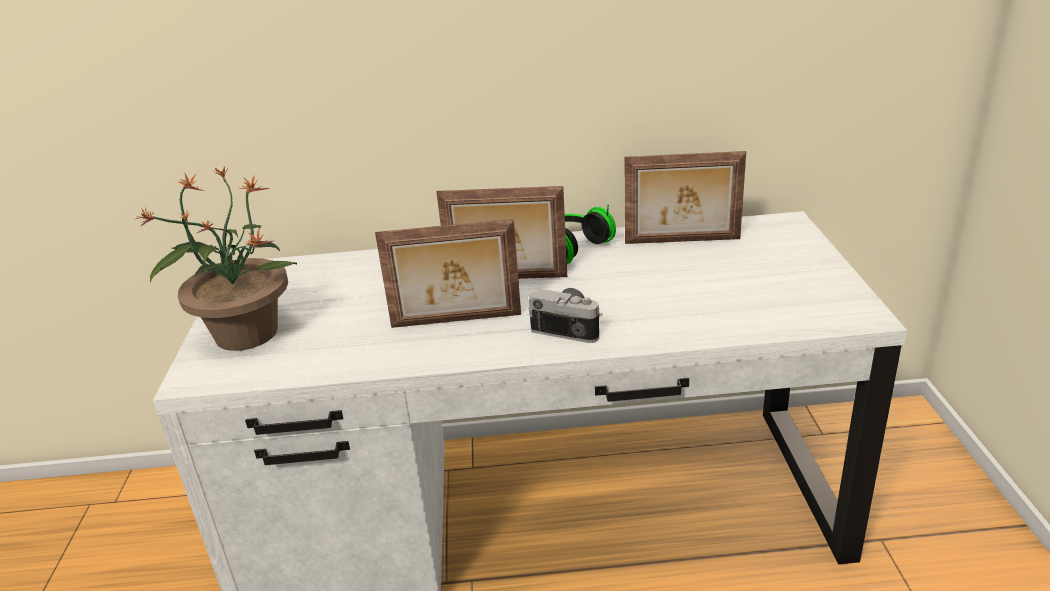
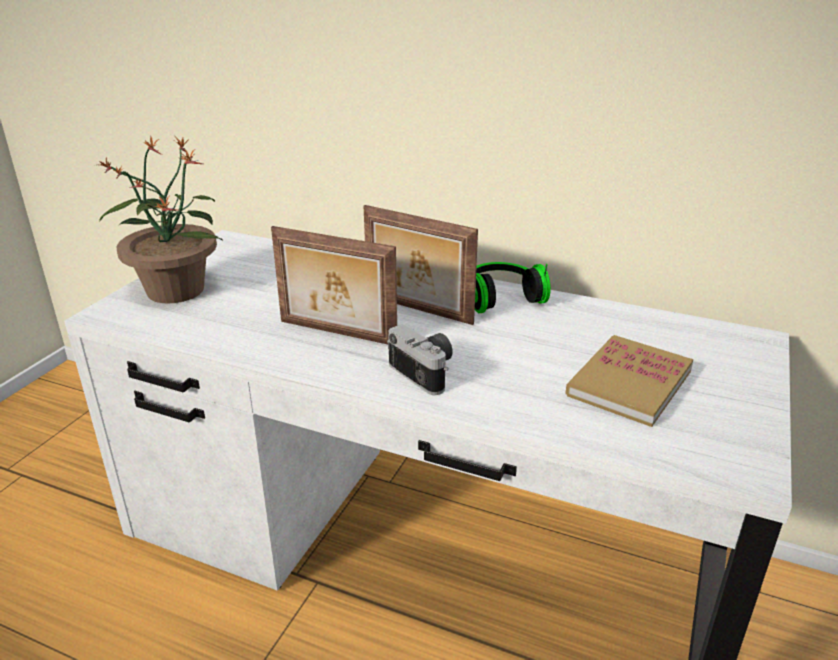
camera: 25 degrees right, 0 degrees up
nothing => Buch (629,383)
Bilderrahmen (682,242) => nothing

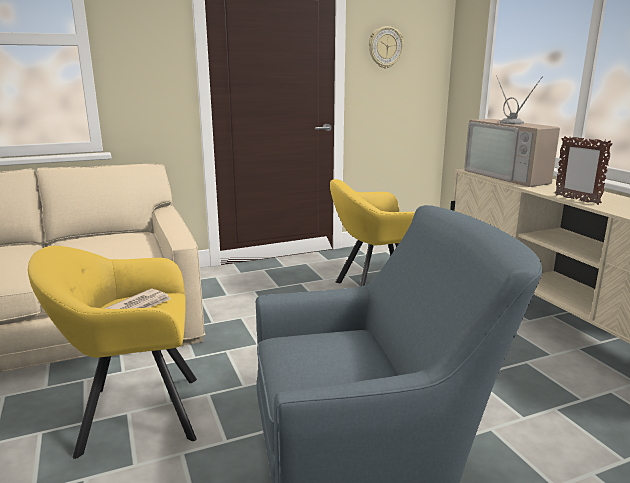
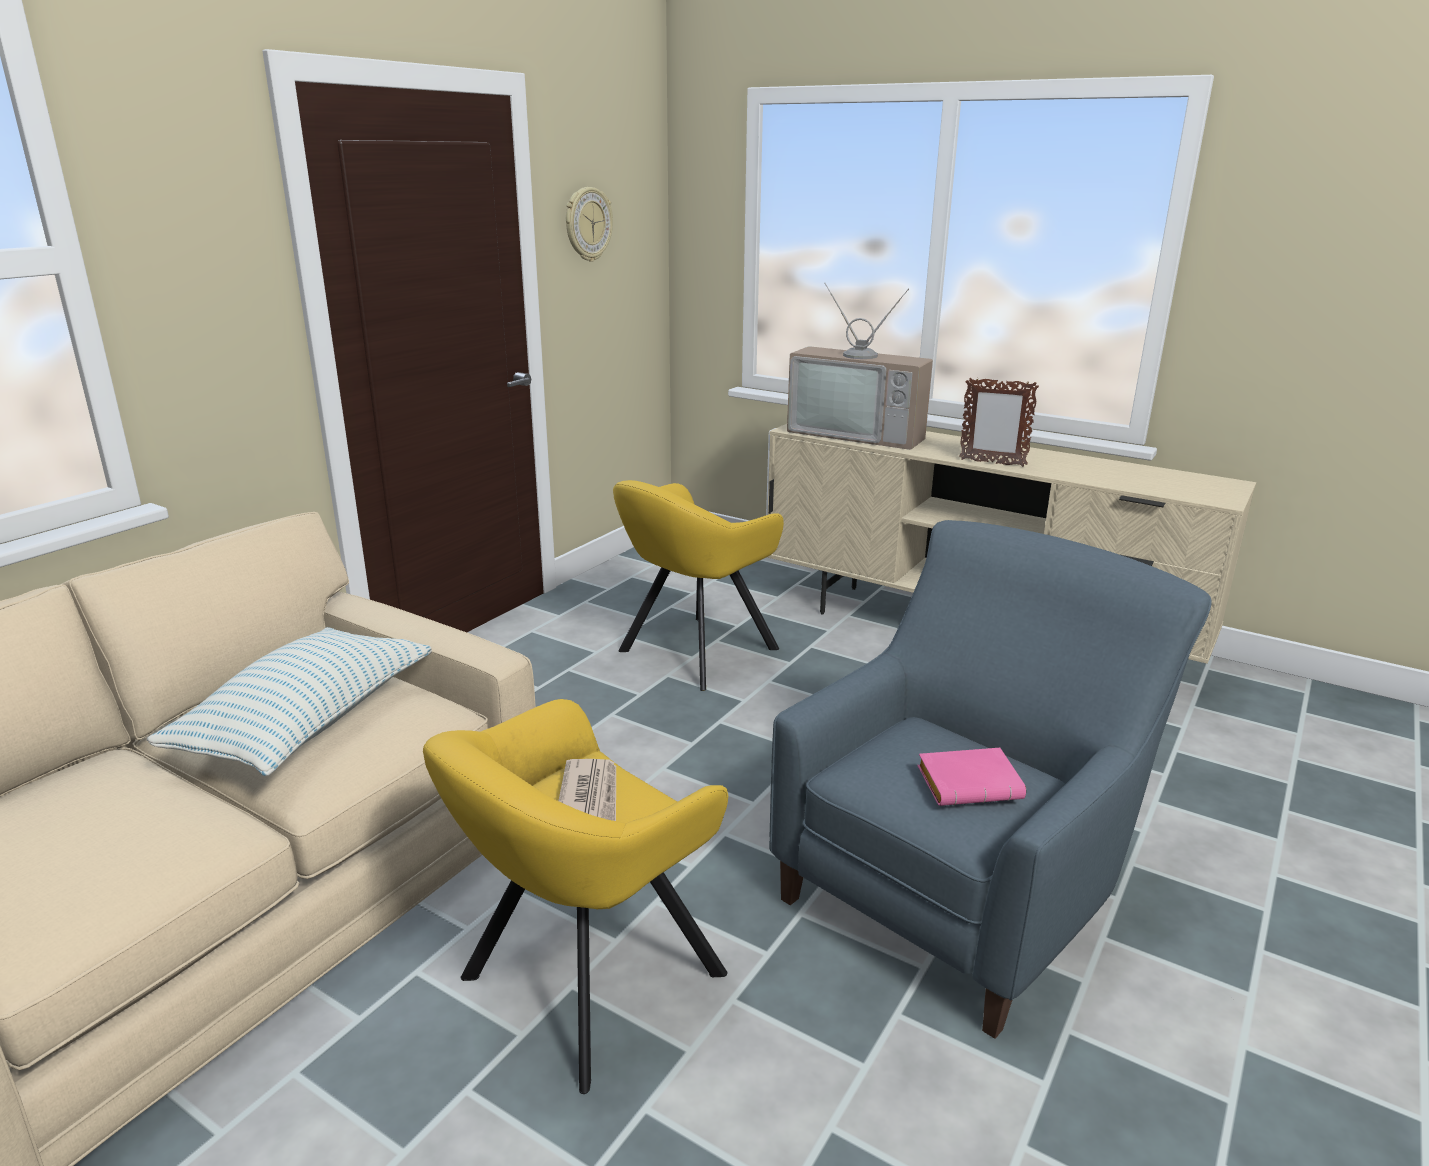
camera: 35 degrees left, 5 degrees up
nothing => Kissen (307,724)
nothing => Buch/rosa (970,783)

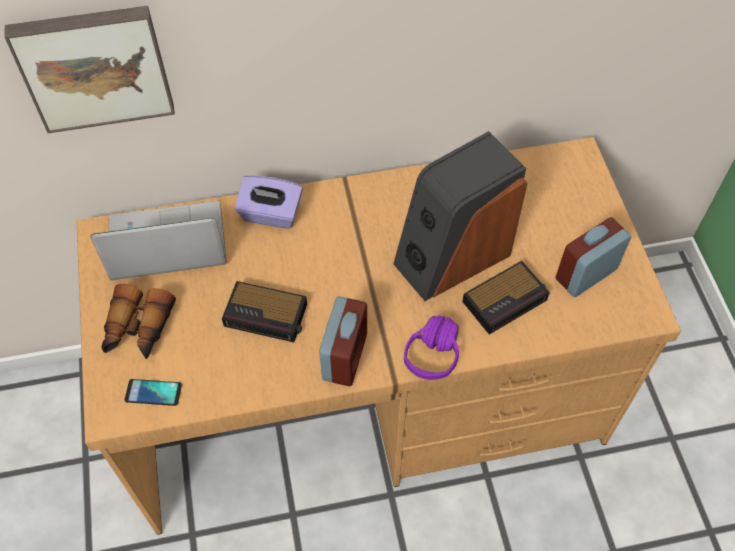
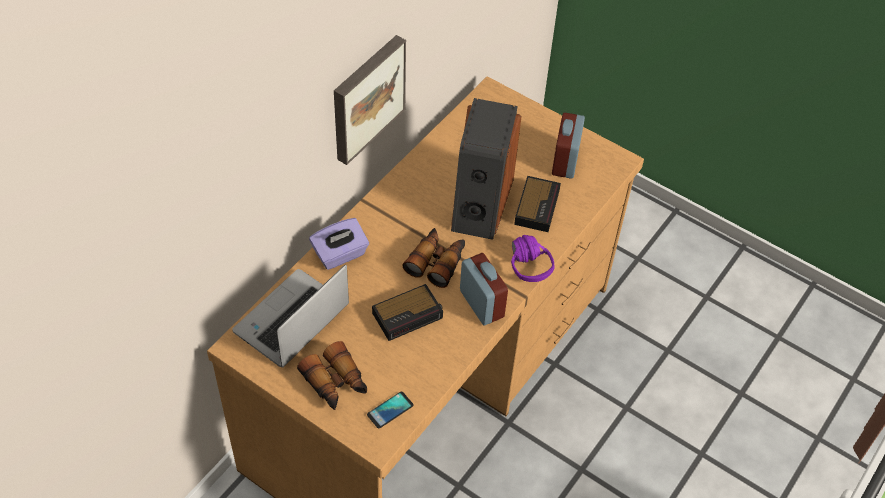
camera: 45 degrees left, 5 degrees down
Bild (95,66) => Bild (366,98), move
nothing => Fernglas (436,261)

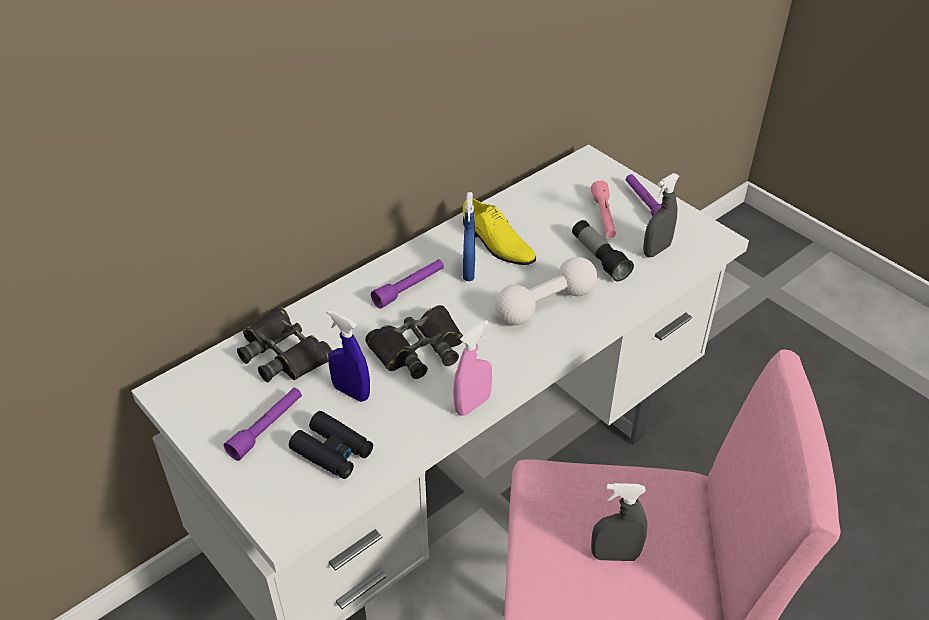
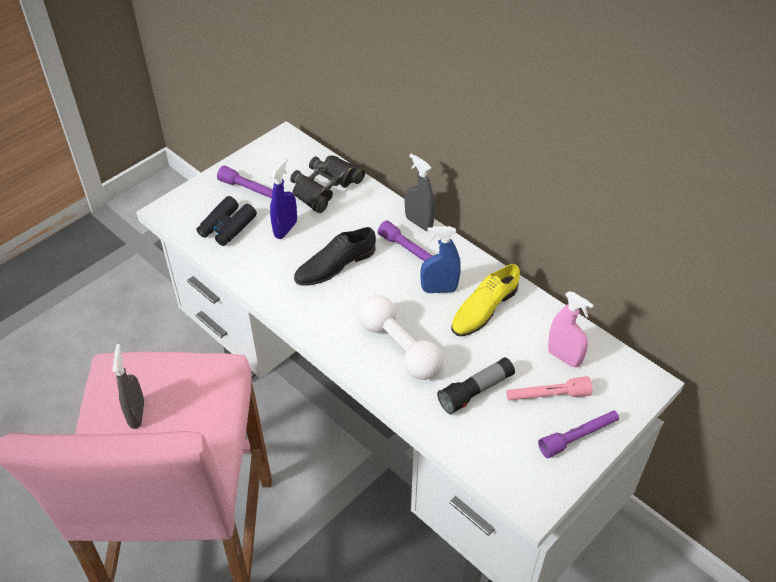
camera: 85 degrees right, 5 degrees up
Fernglas/schwarz (418,349) => Schuh/schwarz (334,264)
Sprühflasche/grau (656,250) => Sprühflasche/grau (419,223), move
Sprühflasche/rosa (472,404) => Sprühflasche/rosa (563,357), move

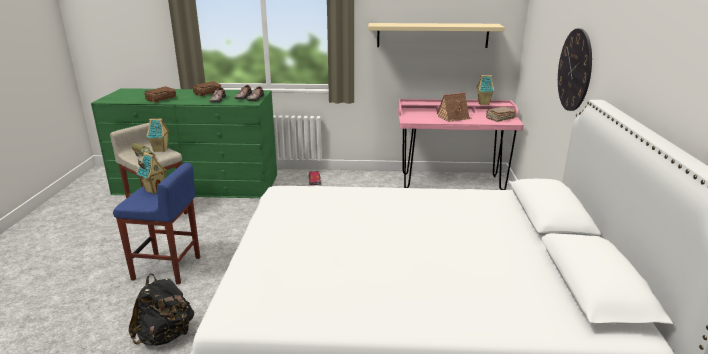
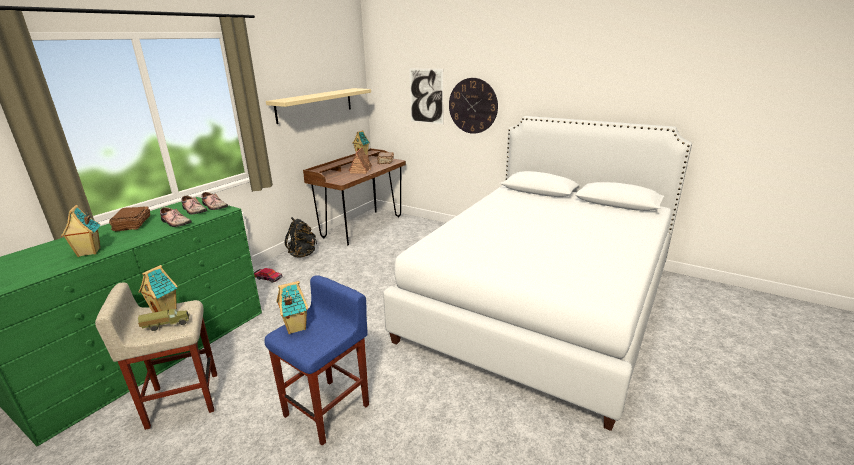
camera: 60 degrees left, 0 degrees up
Buch/braun (160,99) => Spielzeughaus (88,252)
Rucksack/schwarz (165,336) => Rucksack/schwarz (303,254), move
Schreibtisch/rosa (451,182) => Schreibtisch/braun (362,227)
nothing => Bild (426,96)

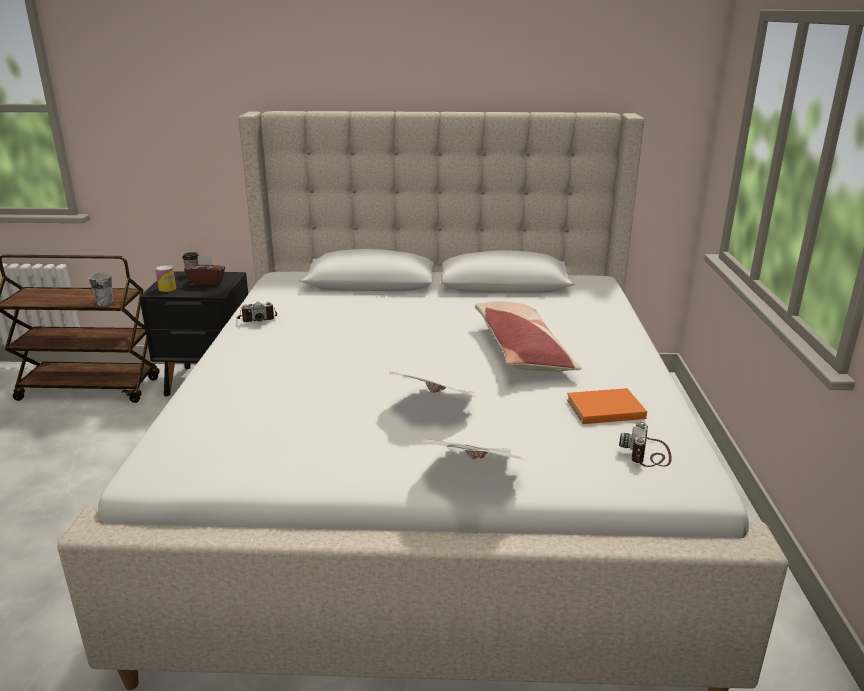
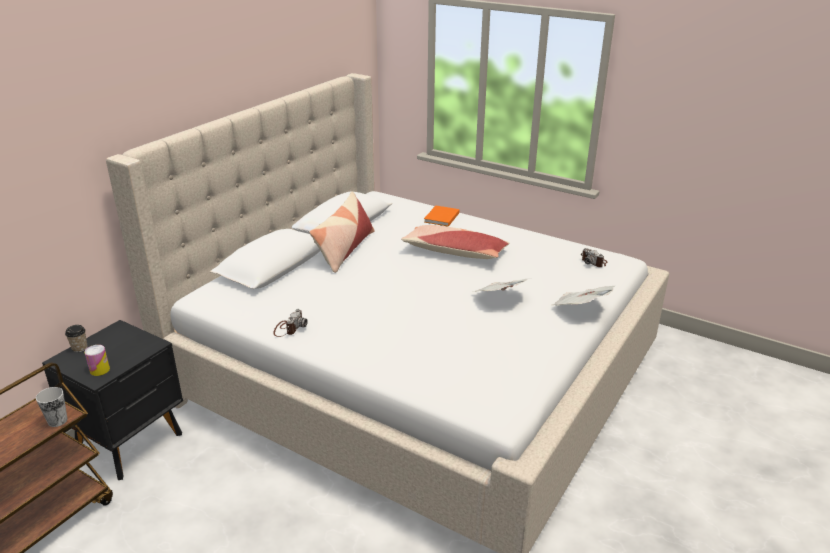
camera: 60 degrees left, 5 degrees up
nothing => Kissen (344,250)
Buch/orange (603,409) => Buch/orange (440,218), move
Taschentuchbox/braun (207,283) => nothing

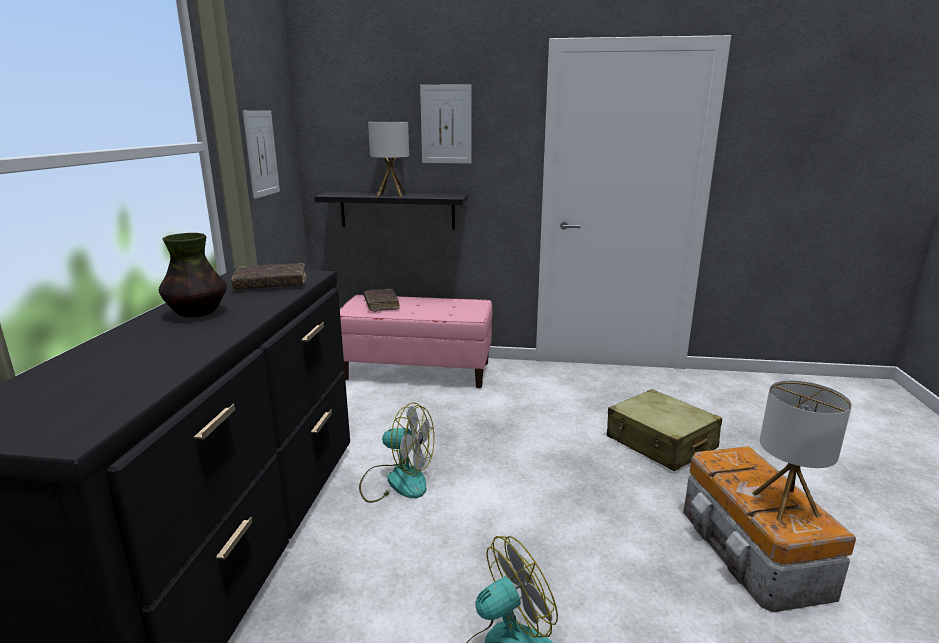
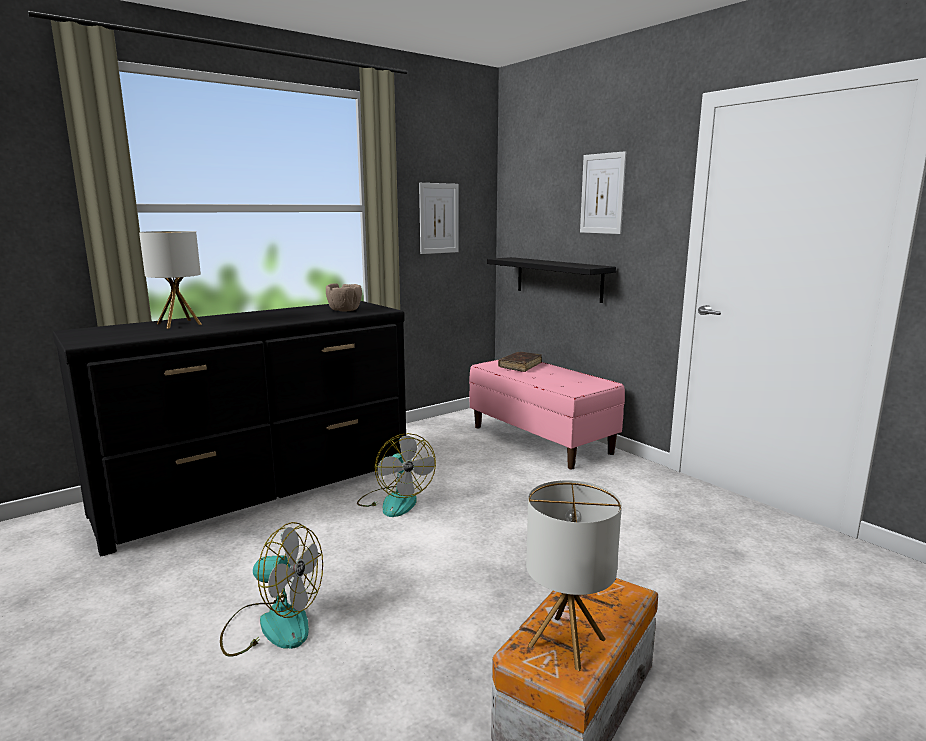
camera: 45 degrees right, 5 degrees down
Tischlampe (391,195) => Tischlampe (179,324), move
Buch/braun (271,284) => Schüssel/braun (344,310)
Vase (197,313) => nothing
Koffer/beige (660,443) => nothing

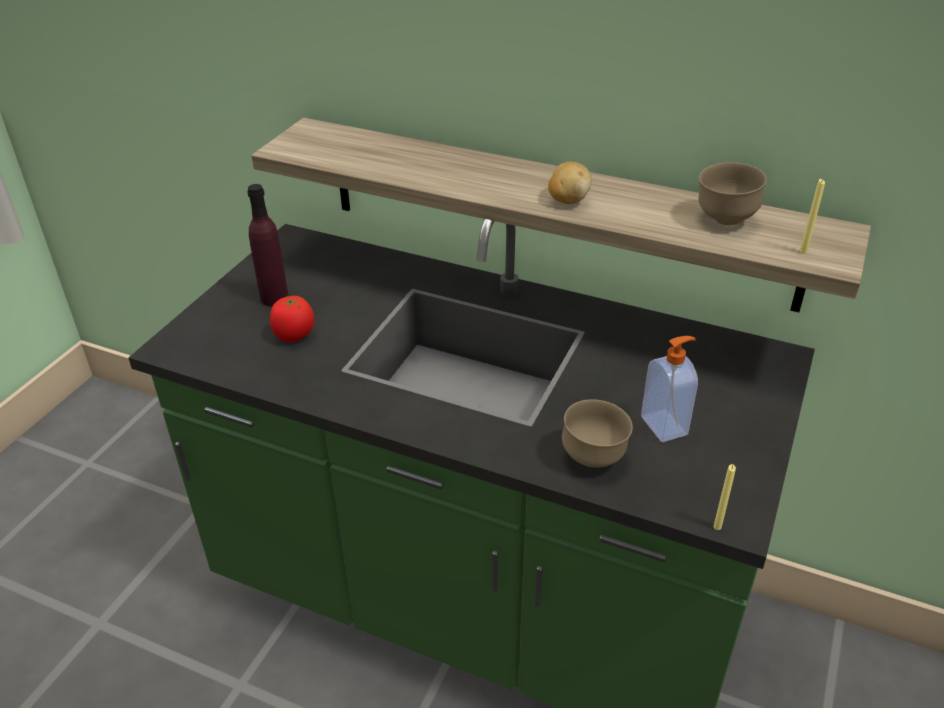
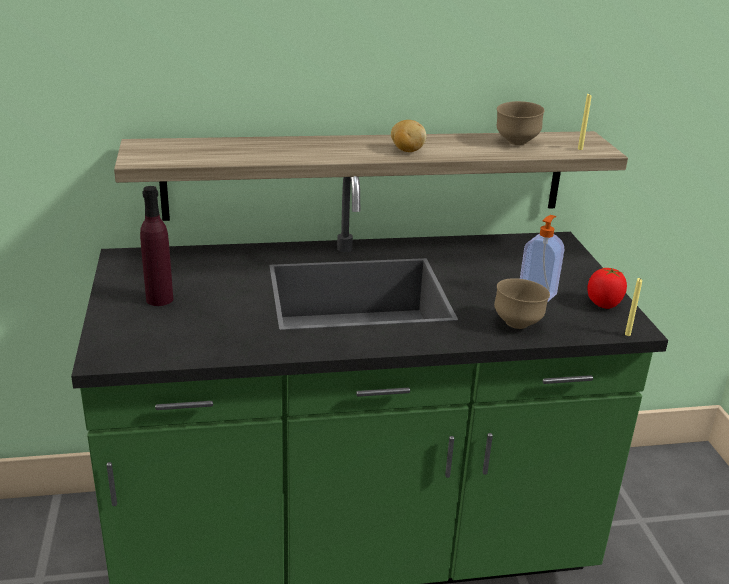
camera: 35 degrees left, 10 degrees down
Tomate (294,335) => Tomate (604,304), move

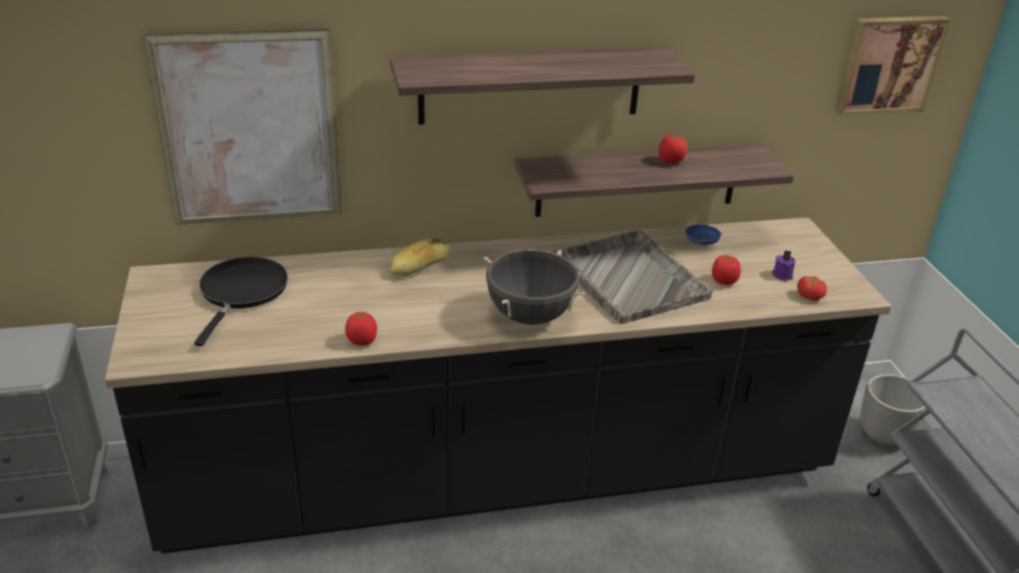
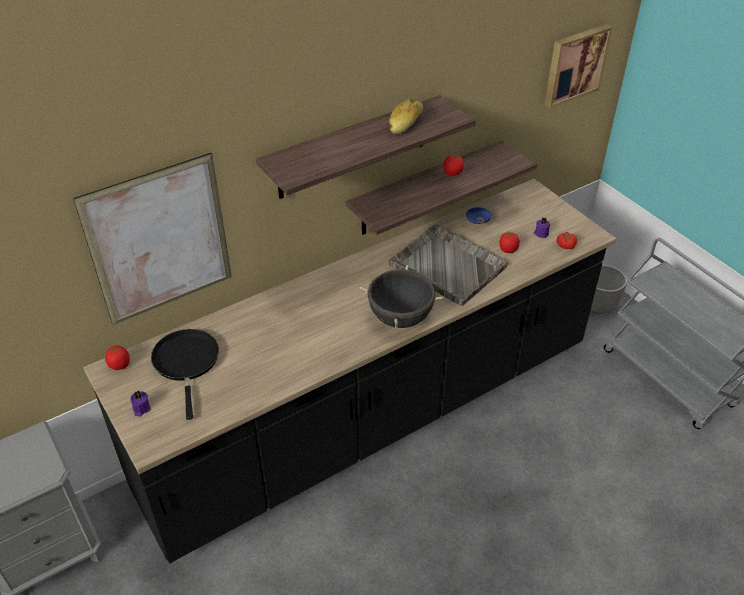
camera: 20 degrees left, 10 degrees up
Tomate (362,341) => Tomate (120,365), move
nothing => Kerze/lila (141,409)
Brot (421,267) => Brot (405,124), move

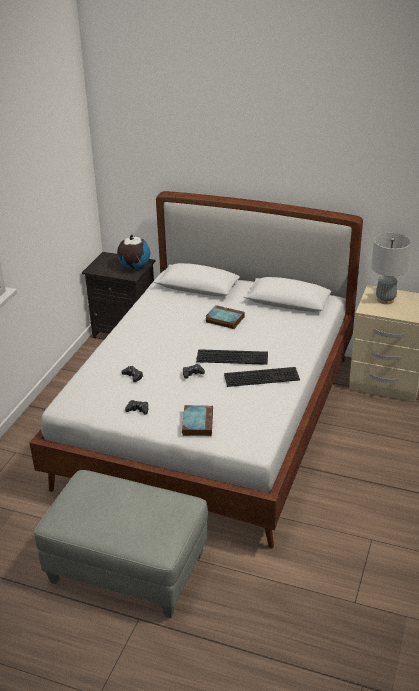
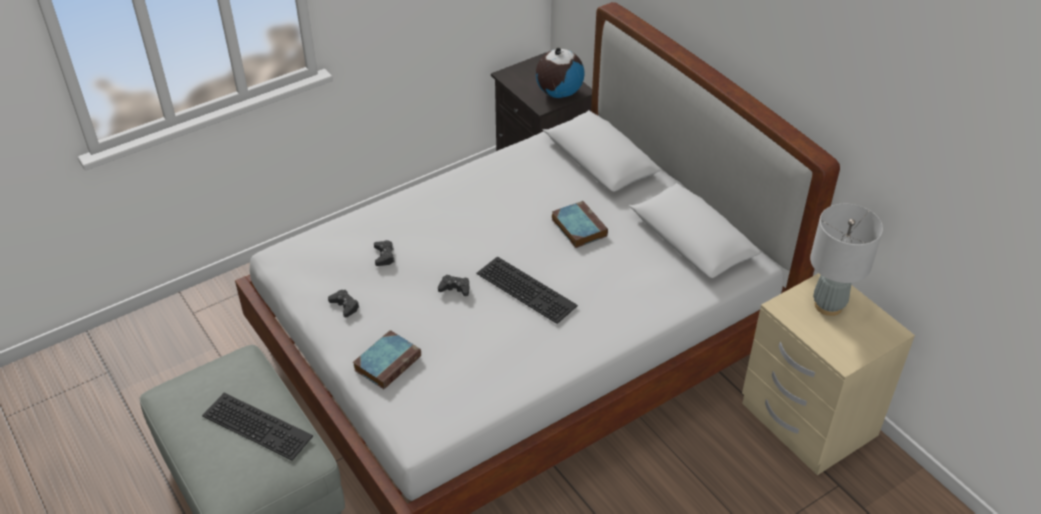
camera: 35 degrees right, 10 degrees up
Tastatur (262,376) => Tastatur (259,425), move

